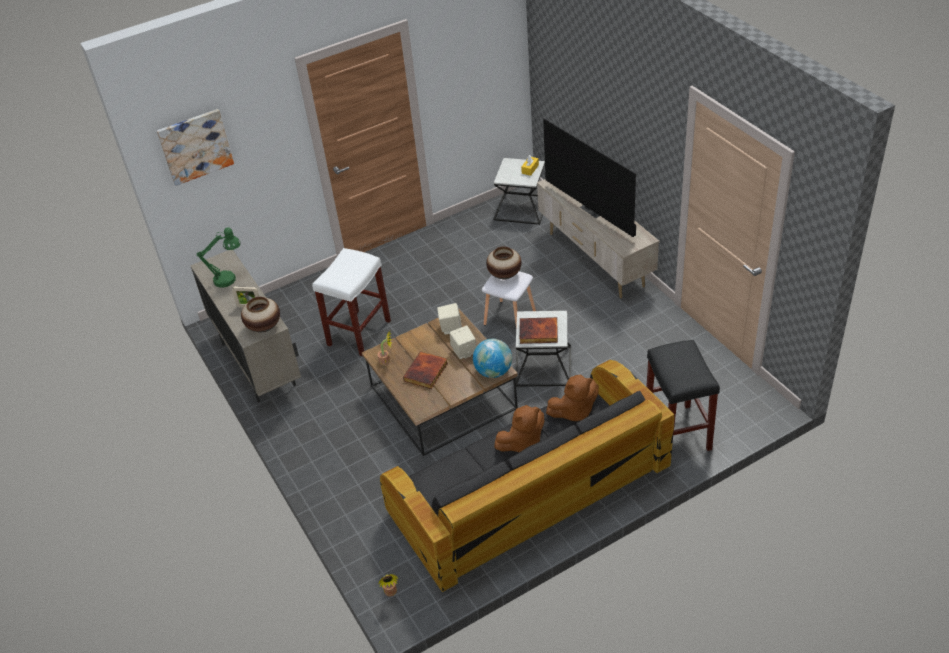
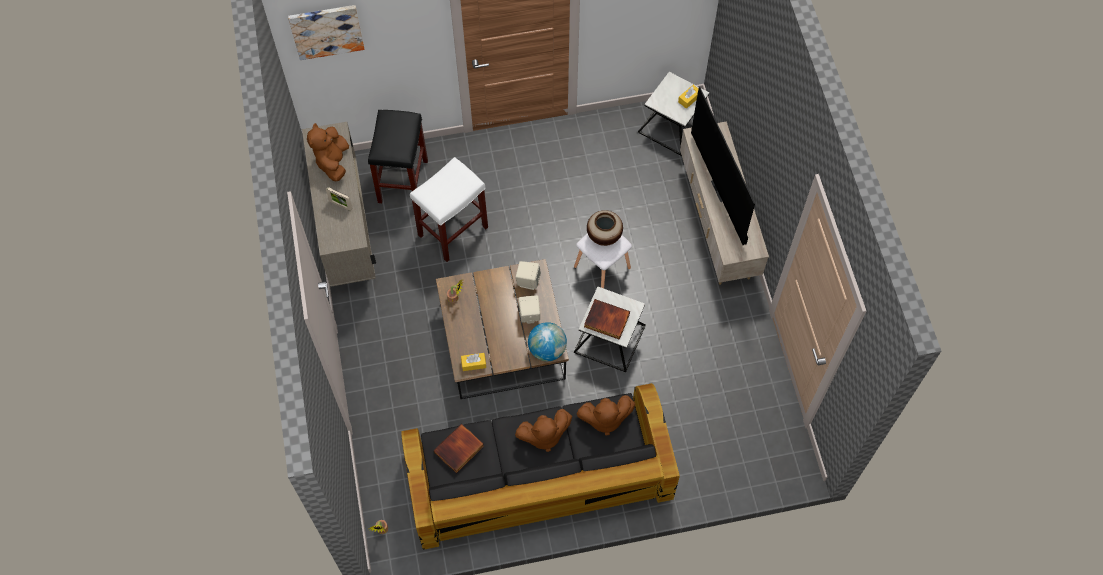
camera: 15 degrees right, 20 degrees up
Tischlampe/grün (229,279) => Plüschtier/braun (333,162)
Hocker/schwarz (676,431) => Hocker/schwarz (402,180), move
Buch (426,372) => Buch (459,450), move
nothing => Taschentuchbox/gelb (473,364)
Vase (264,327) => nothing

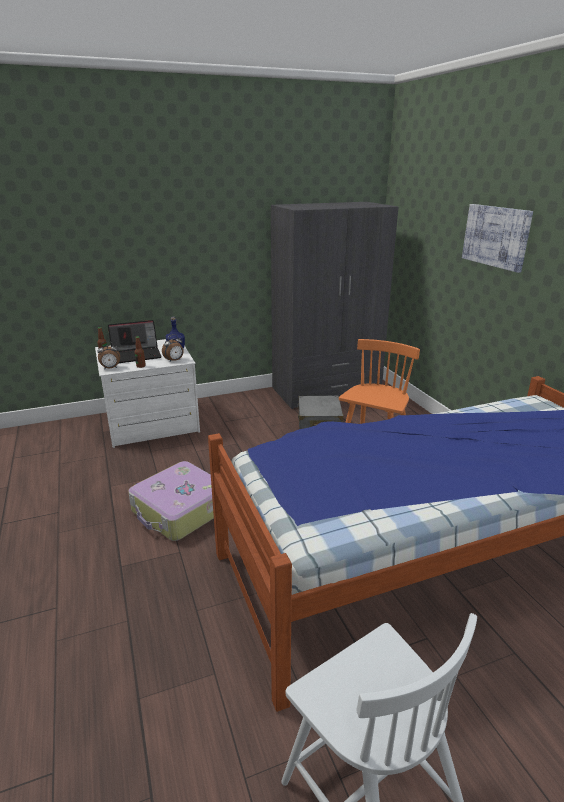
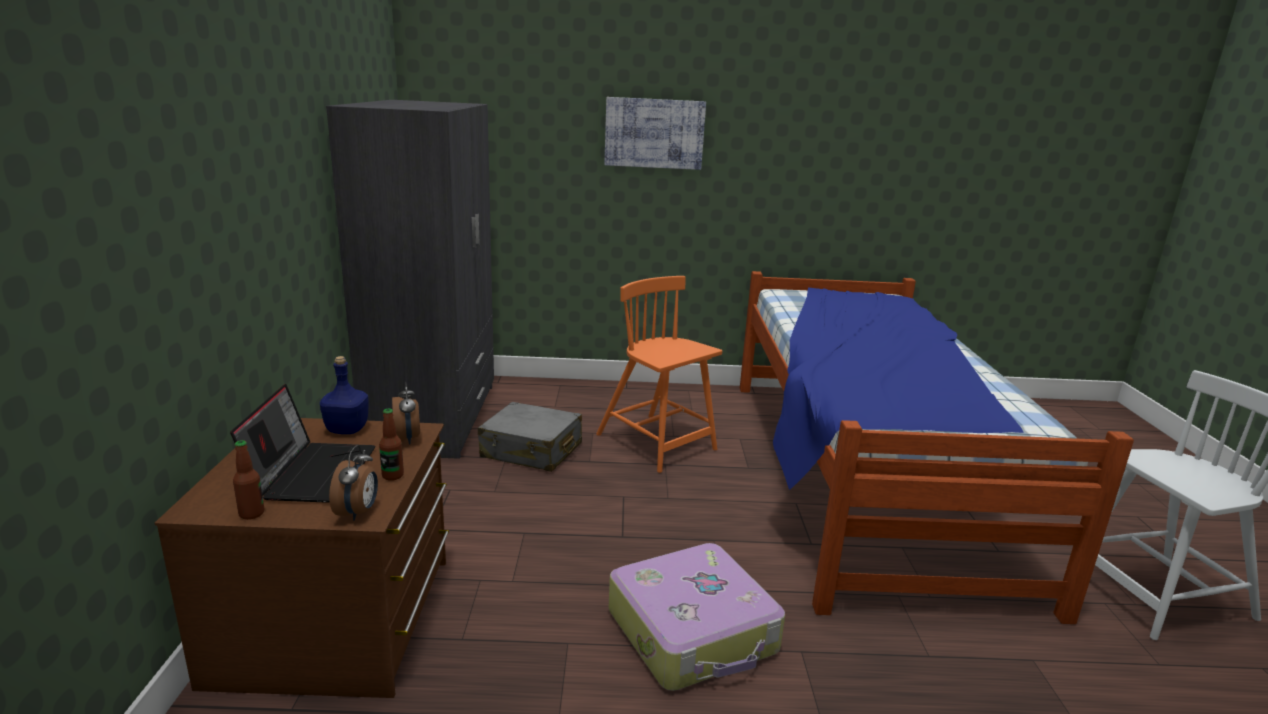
camera: 70 degrees left, 5 degrees down
Kommode/weiß (152,423) => Kommode/braun (338,619)

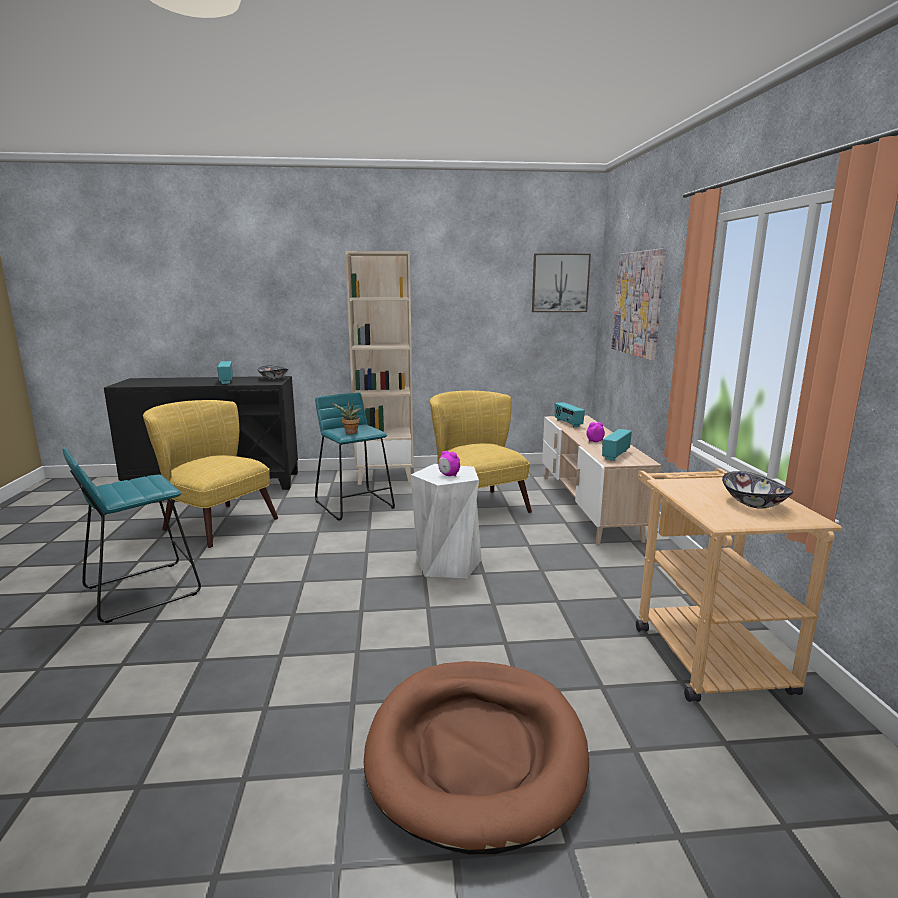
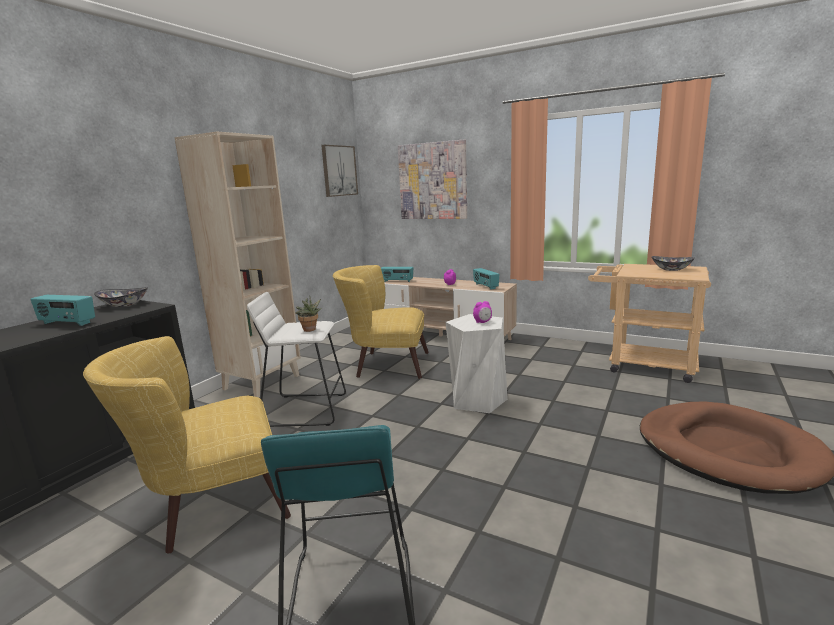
camera: 55 degrees left, 0 degrees up
Hocker/türkis (355,504) => Hocker/weiß (305,409)

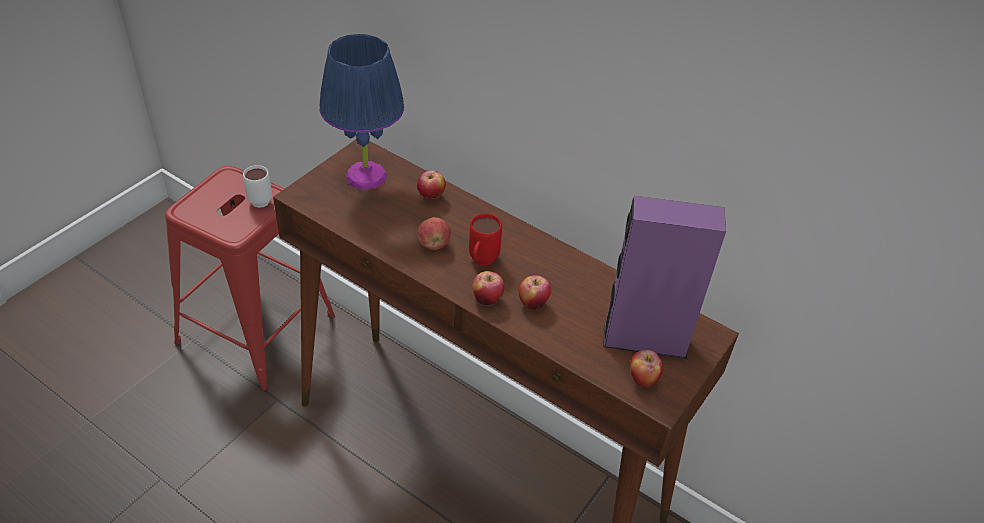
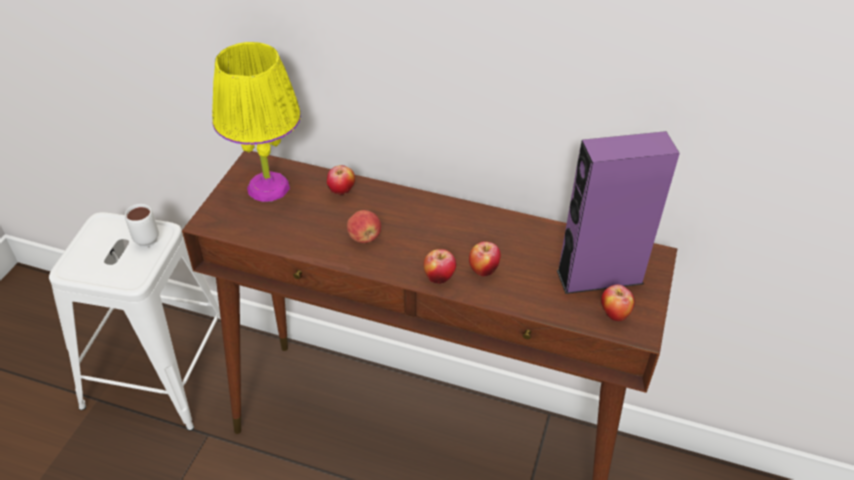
camera: 15 degrees left, 0 degrees up
Hocker/rot (256,329) => Hocker/weiß (160,370)
Tischlampe/blau (365,177) => Tischlampe/gelb (268,188)
Henkelbecher/rot (481,262) => nothing

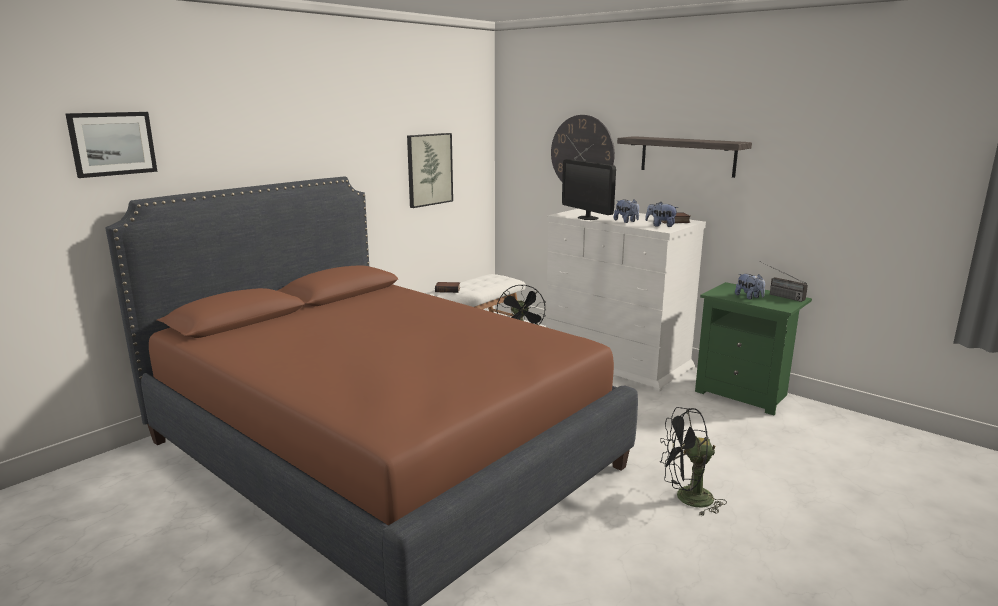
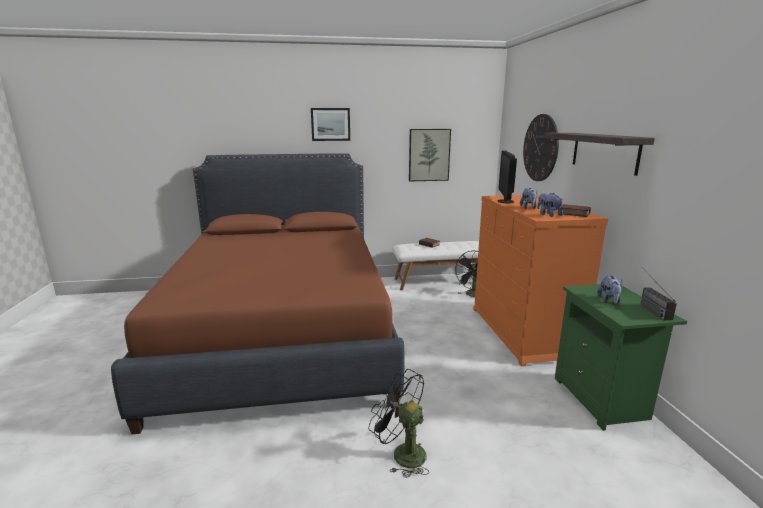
camera: 40 degrees right, 0 degrees up
Bild (112,143) => Bild (330,124), move
Kommode/weiß (617,361) => Kommode/orange (524,332)

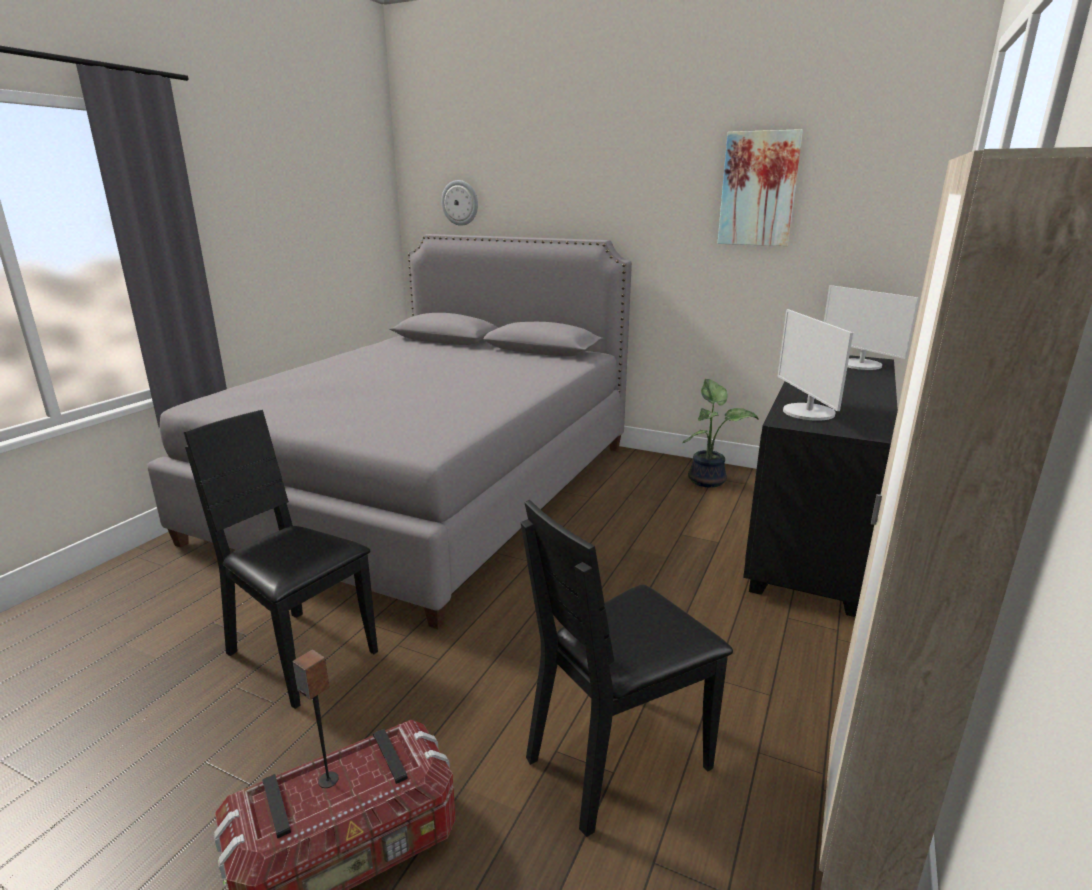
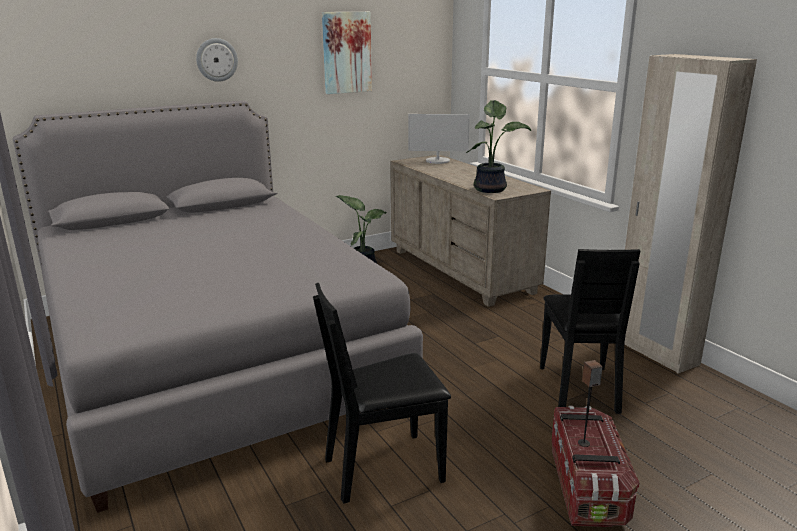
camera: 55 degrees left, 0 degrees up
Wanduhr (460,203) => Wanduhr (216,59), move
Kommode/schwarz (813,536) => Kommode/beige (460,271)
Monitor (808,412) => Topfpflanze (491,189)

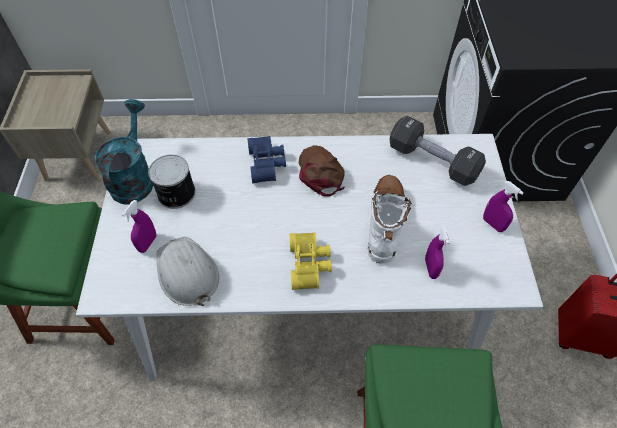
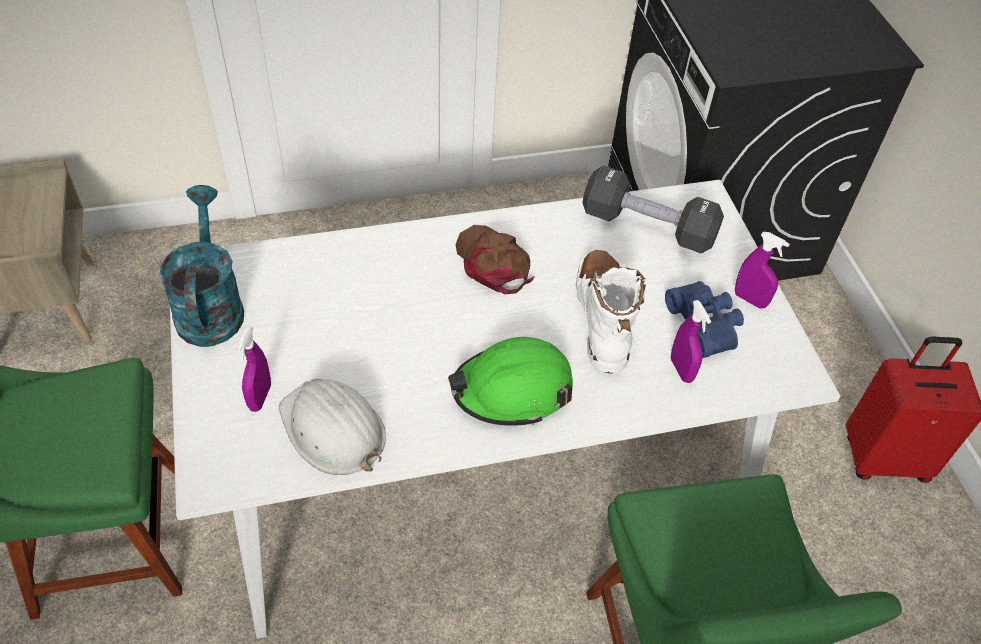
camera: 15 degrees left, 5 degrees down
Fernglas/gelb (310,264) => Schutzhelm/grün (512,390)
Fernglas/blau (267,163) => Fernglas/blau (705,324), move
Dose (176,194) => nothing

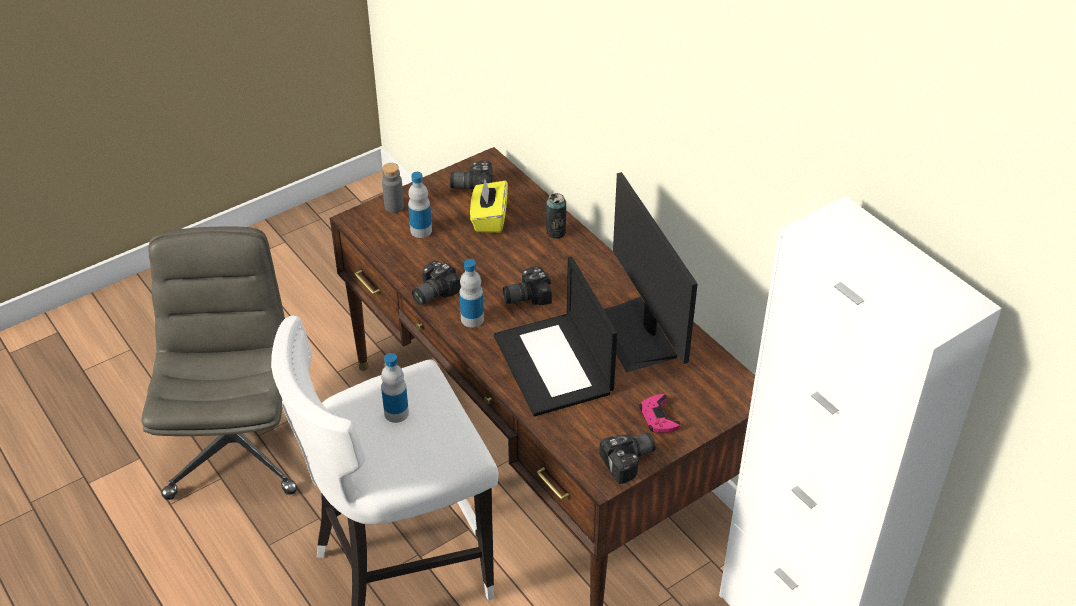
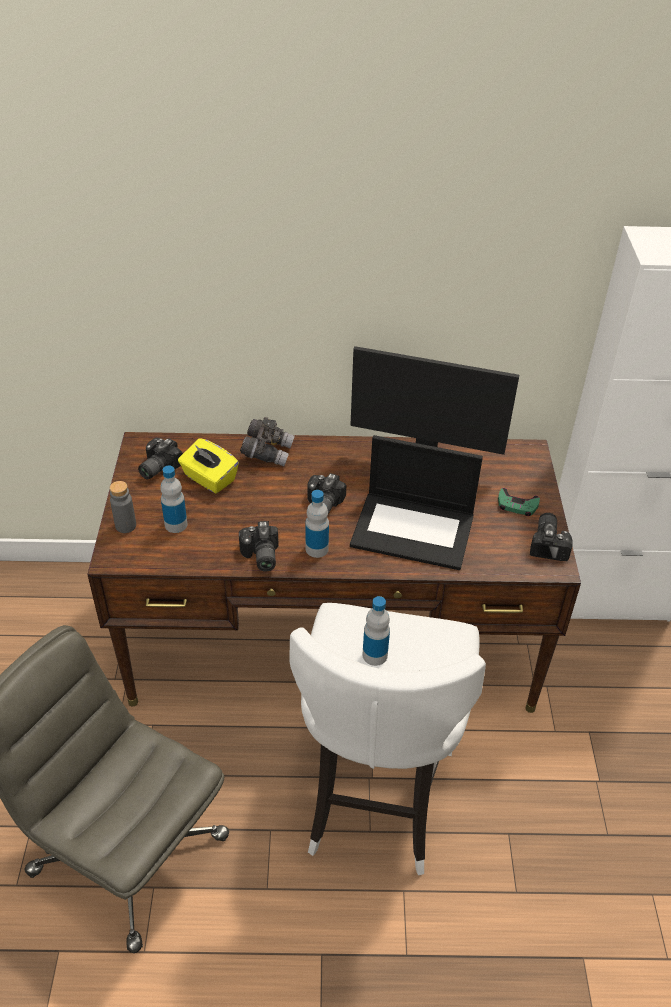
camera: 55 degrees left, 0 degrees up
Dose (555,232) => Fernglas/grau (267,452)
Gamepad/rosa (658,417) => Gamepad/grün (517,505)

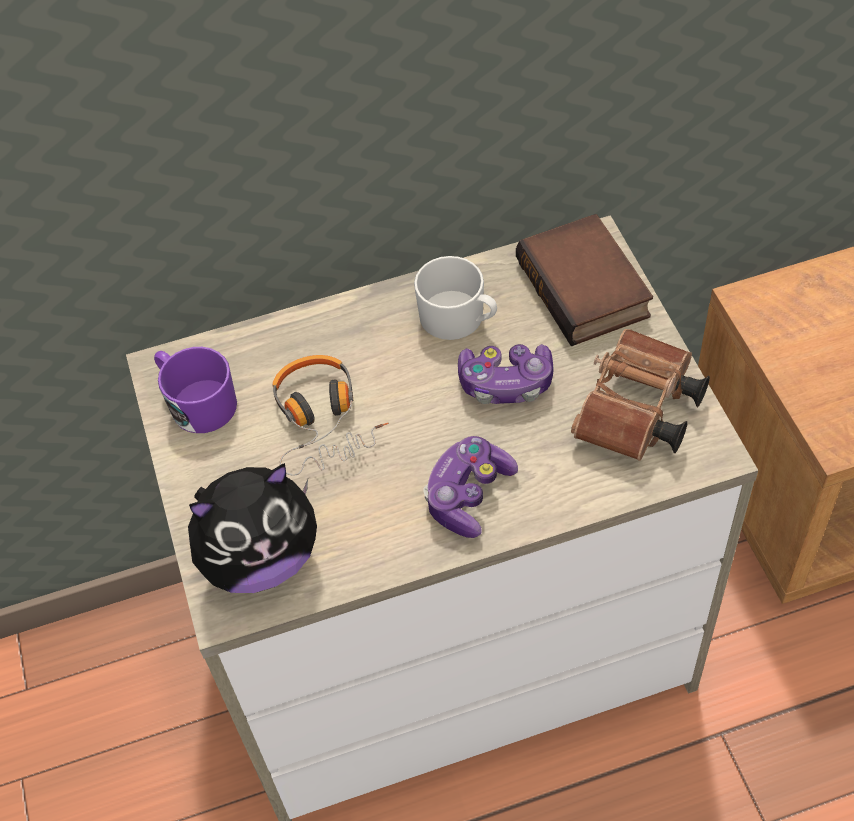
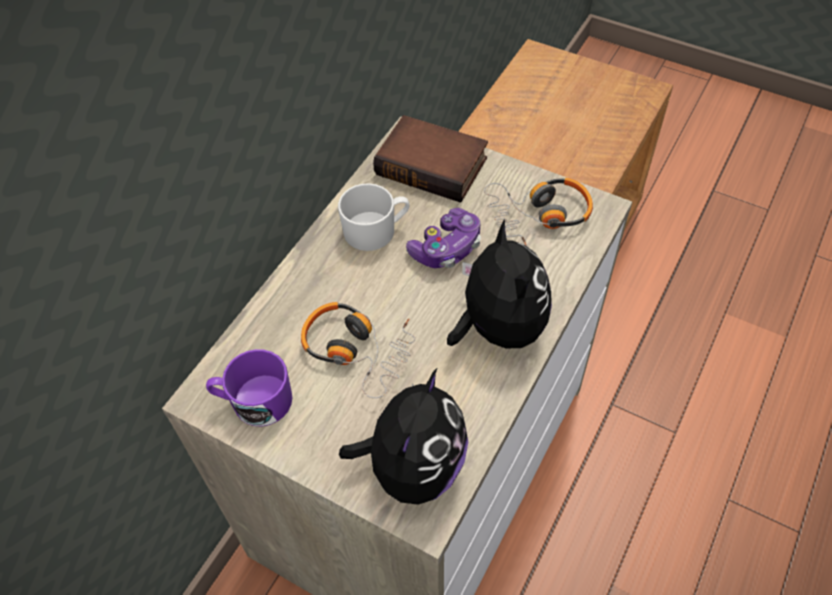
camera: 45 degrees left, 0 degrees up
Gamepad (468,495) => Plüschtier (498,328)
Fernglas/braun (637,414) => Kopfhörer (539,215)

